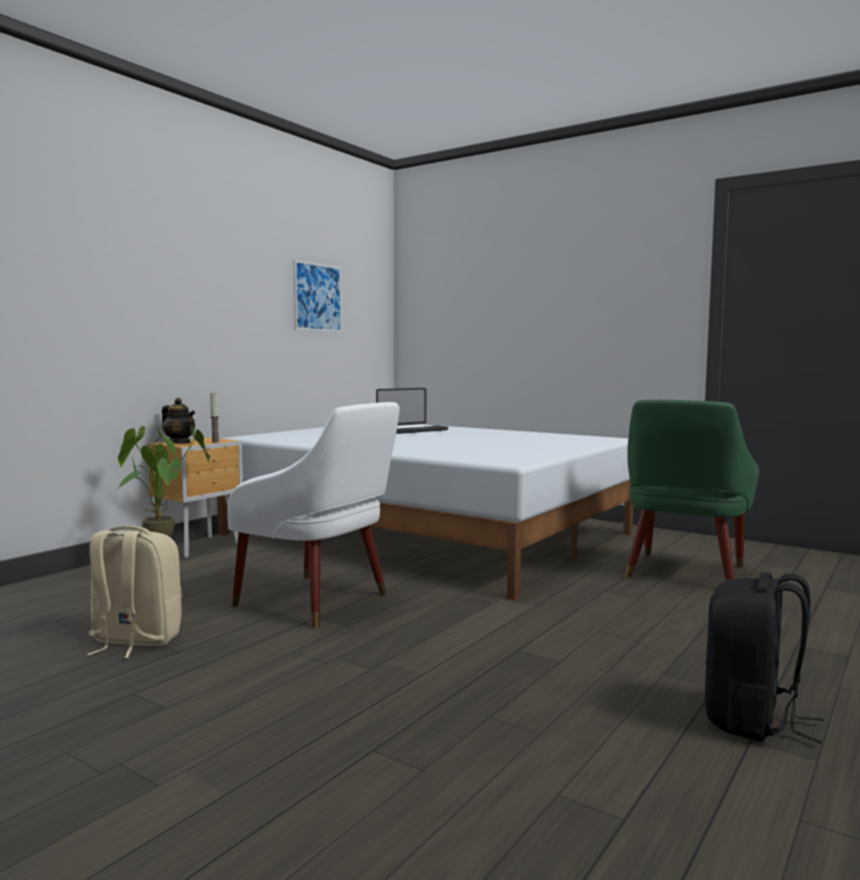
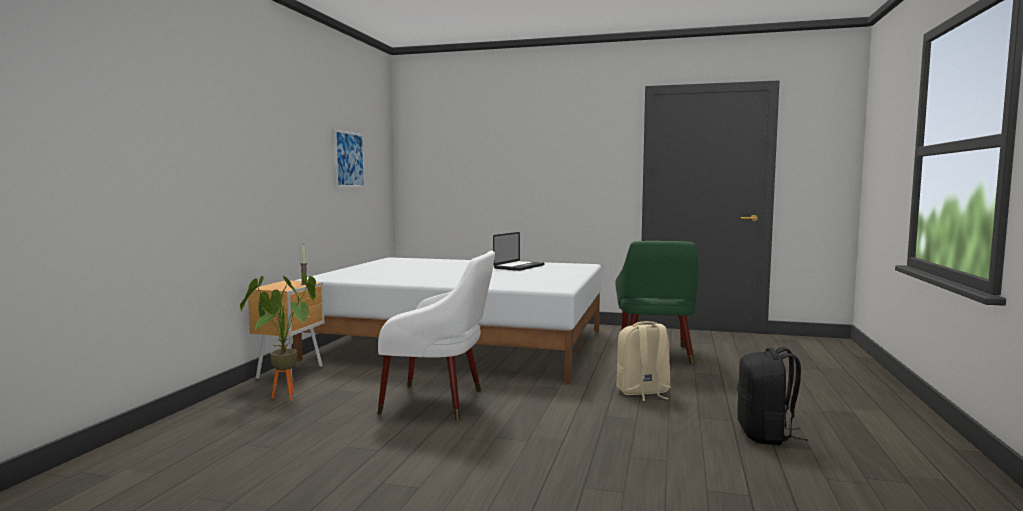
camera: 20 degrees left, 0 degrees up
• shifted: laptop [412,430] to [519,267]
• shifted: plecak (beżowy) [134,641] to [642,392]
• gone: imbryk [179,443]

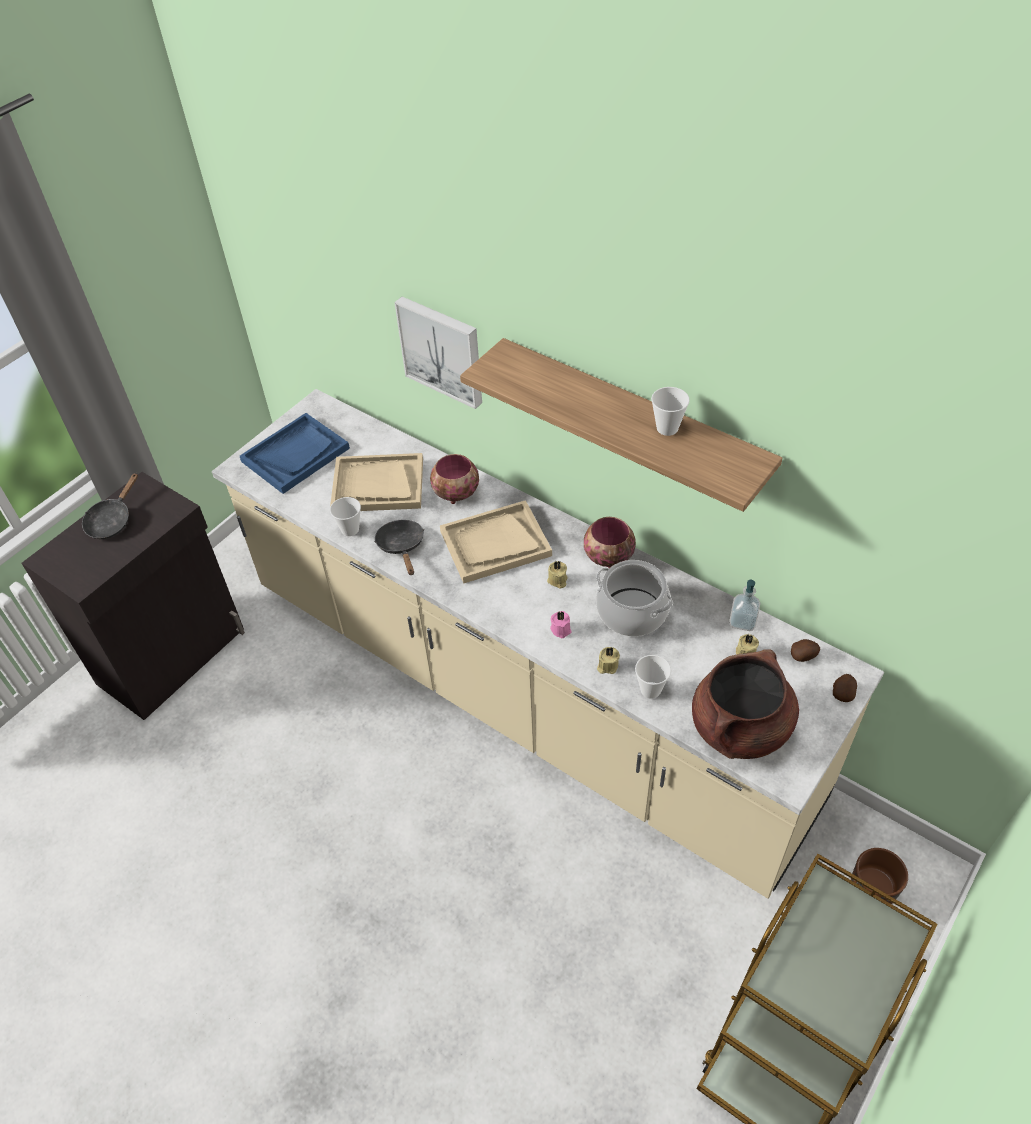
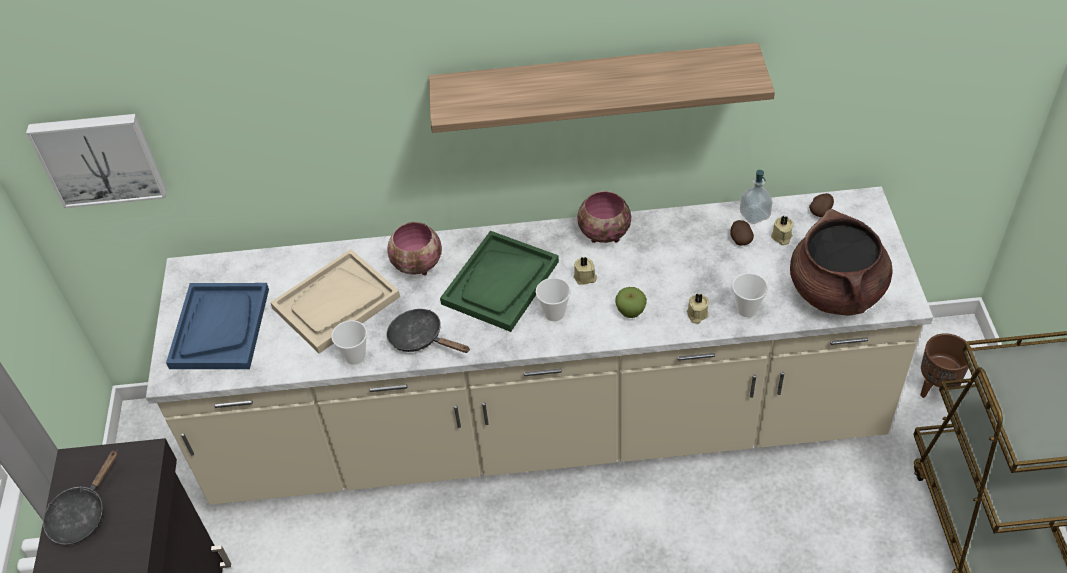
camera: 40 degrees left, 0 degrees up
• shifted: obraz [442,350] to [99,157]
• rotated: patelnia (czarny) [112,520] = [82,514] 45 degrees clockwise
• repainted: taca (beżowy) [495,544] to taca (zielony) [500,283]
• shifted: filiżanka [667,428] to [554,313]
• swapped: świeca (różowy) [561,629] to jabłko [630,312]
• shifted: ziemniak [843,693] to [740,239]
• gone: garnek [631,612]

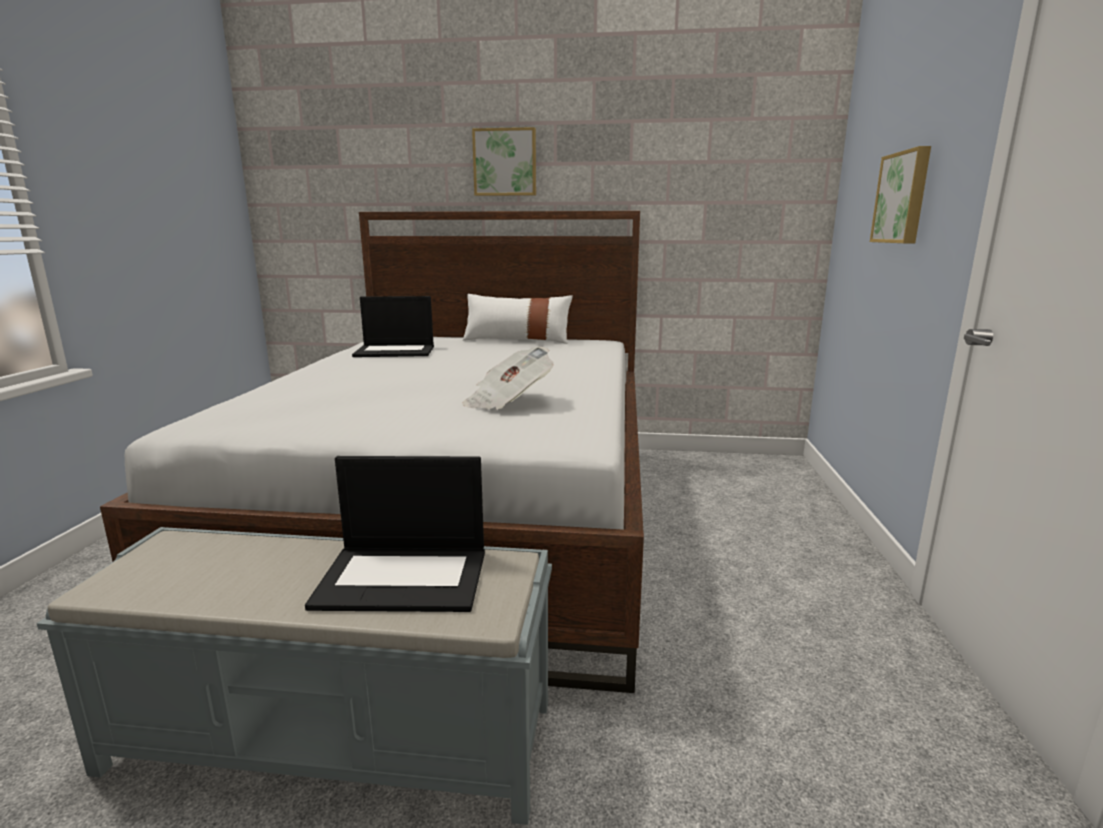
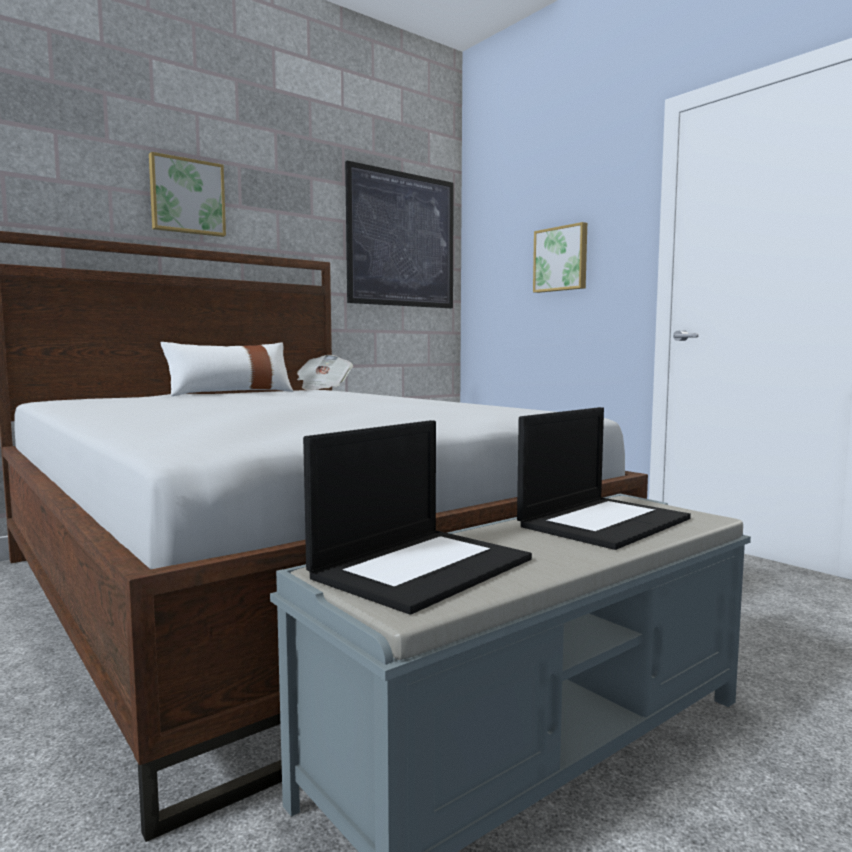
camera: 45 degrees left, 10 degrees down
• shifted: gazeta [508,402] to [323,388]
• shifted: laptop [396,351] to [422,567]
• new: obraz [401,240]

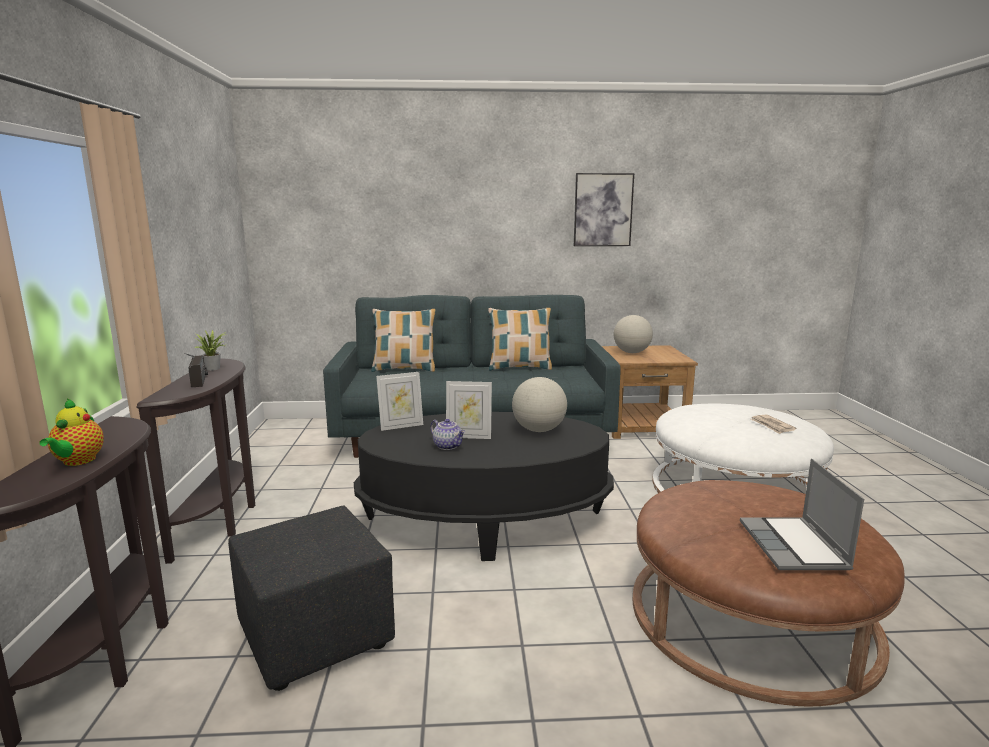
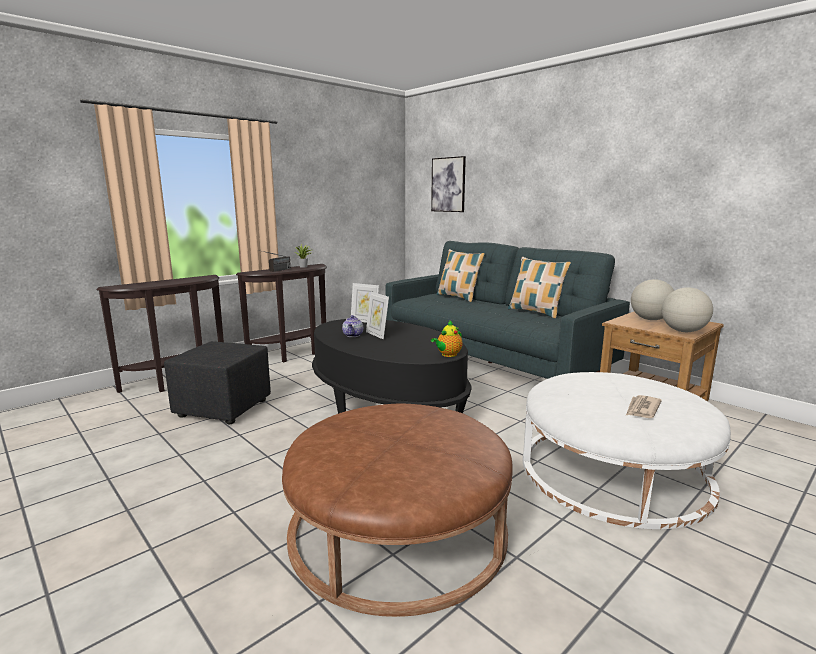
camera: 50 degrees right, 0 degrees up
• shifted: obraz [603,210] to [448,184]
• shifted: imbryk [77,461] to [448,355]
• shifted: globus [539,430] to [683,331]
• gone: laptop [794,546]

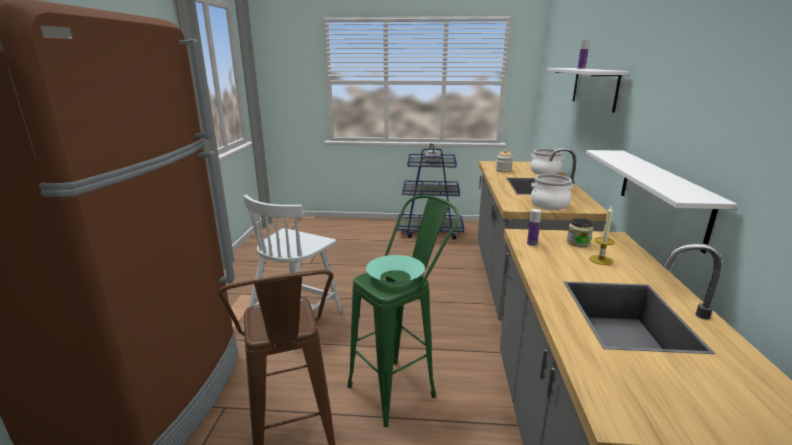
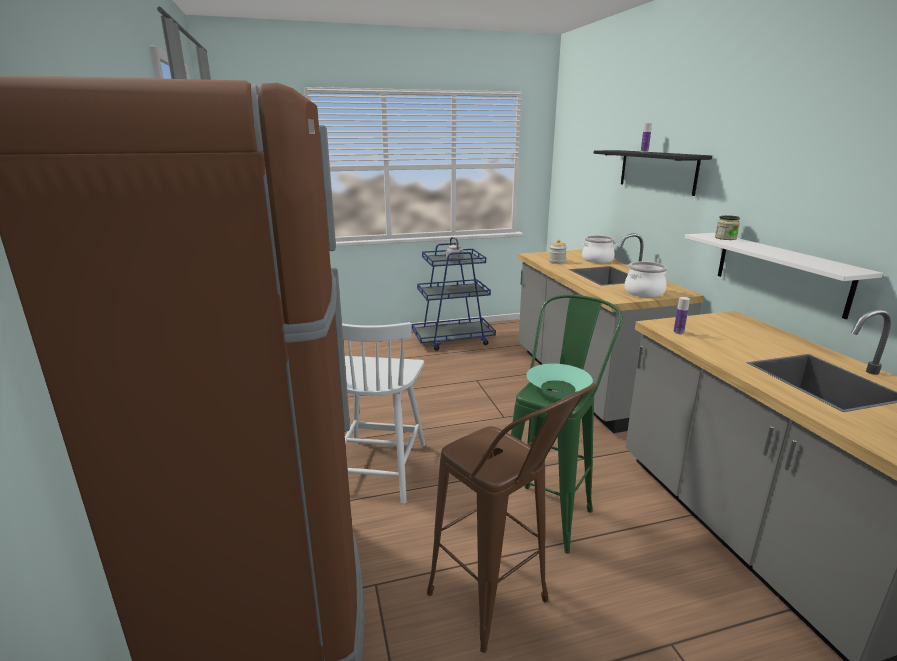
camera: 20 degrees left, 0 degrees up
• repainted: półka (biały) [594,87] to półka (czarny) [657,171]
• shifted: słoik [578,243] to [725,238]
• gone: świeca [600,260]

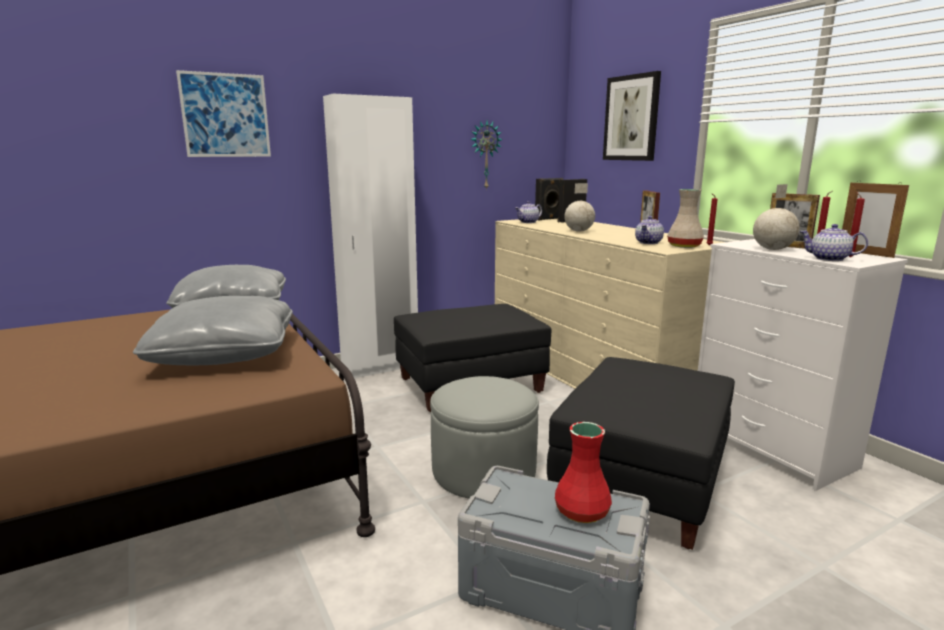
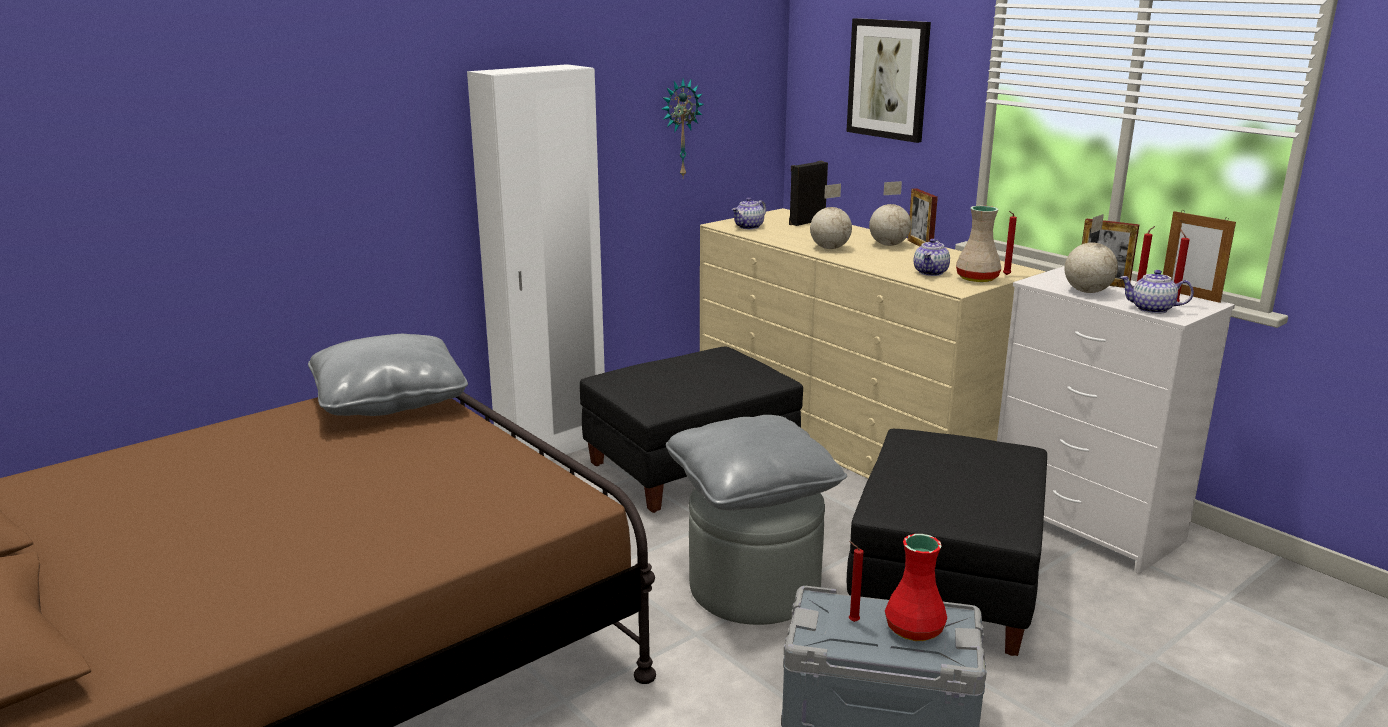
camera: 10 degrees left, 5 degrees up
• shifted: poduszka (szary) [225,354] to [752,487]
• new: świeca (czerwony) [852,621]
• new: globus [888,245]
• gone: obraz [225,115]
• gone: głośnik (czarny) [548,219]

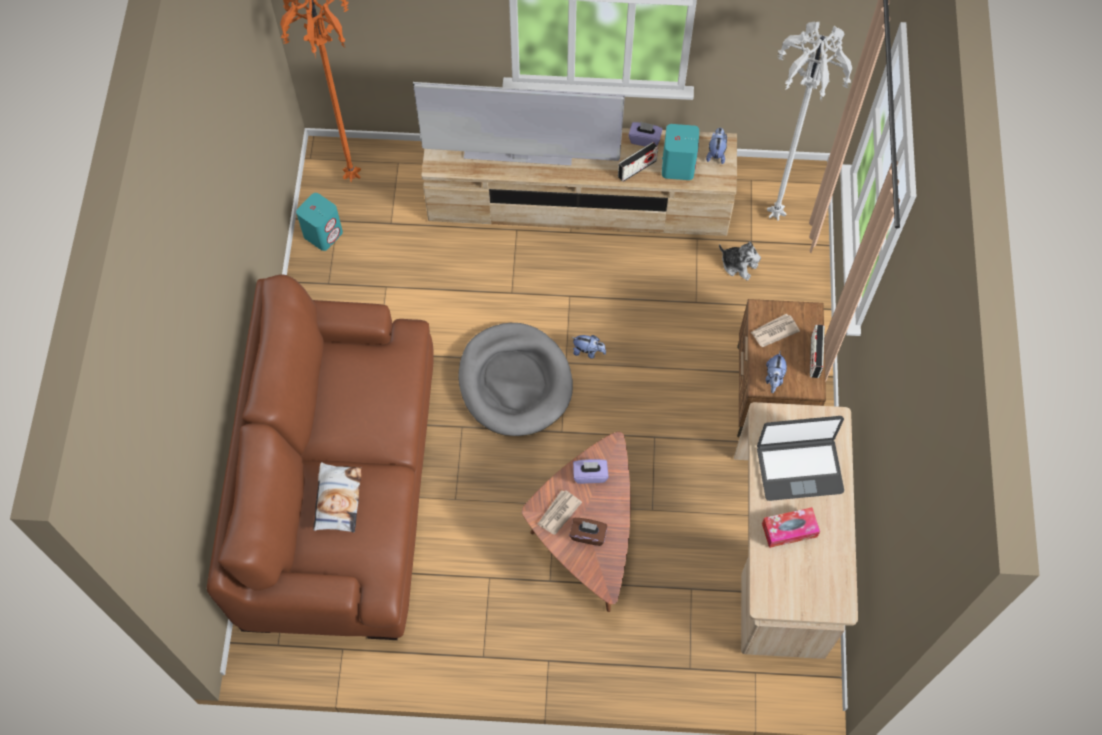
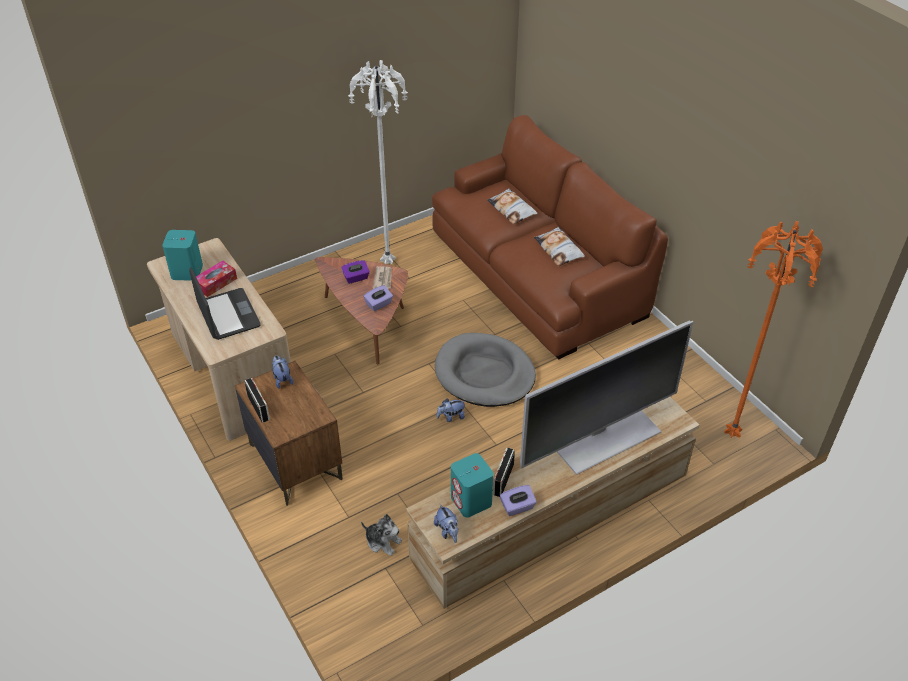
camera: 145 degrees right, 20 degrees down
• shifted: głośnik (turkusowy) [323,234] to [187,272]
• rotated: laptop [799,468] = [227,315] 105 degrees clockwise
• repainted: pudełko chusteczek (brązowy) [588,535] to pudełko chusteczek (fioletowy) [356,278]
• shifted: lampa stojąca (biały) [774,216] to [388,262]
• rotated: pluszak [738,265] = [383,541] 150 degrees counterclockwise
• new: poduszka [559,250]
• gone: gazeta [774,331]

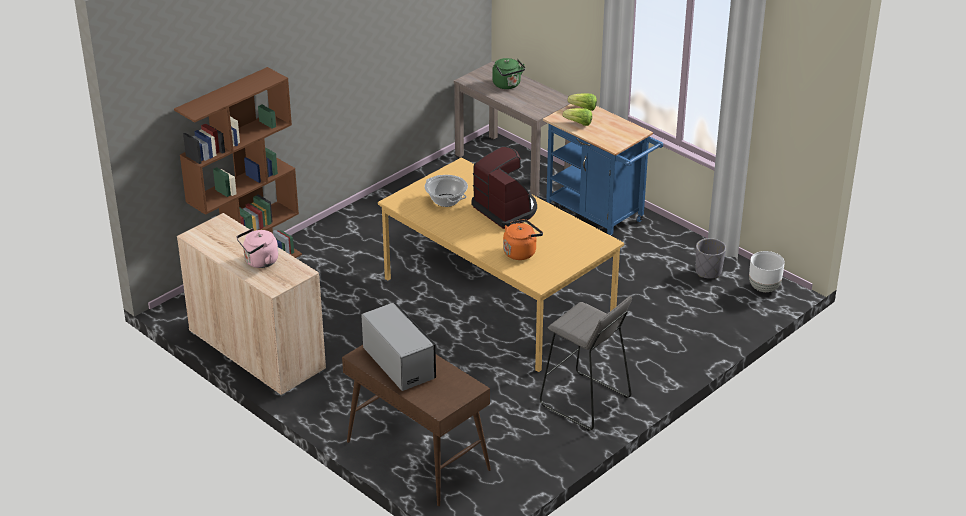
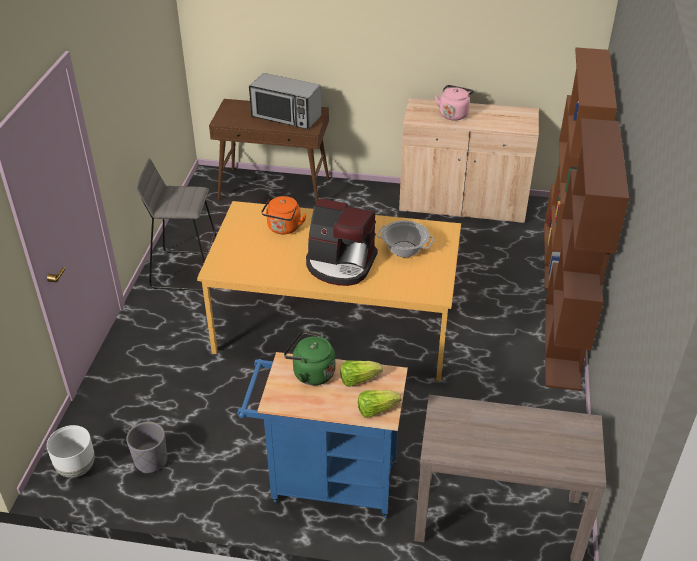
camera: 145 degrees right, 5 degrees up
• shifted: czajnik (zielony) [508,85] to [311,373]
• new: regał (brązowy) [563,345]

